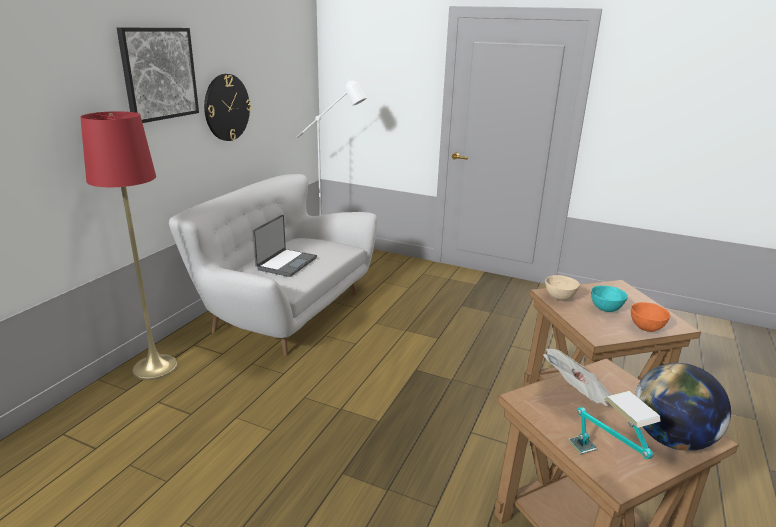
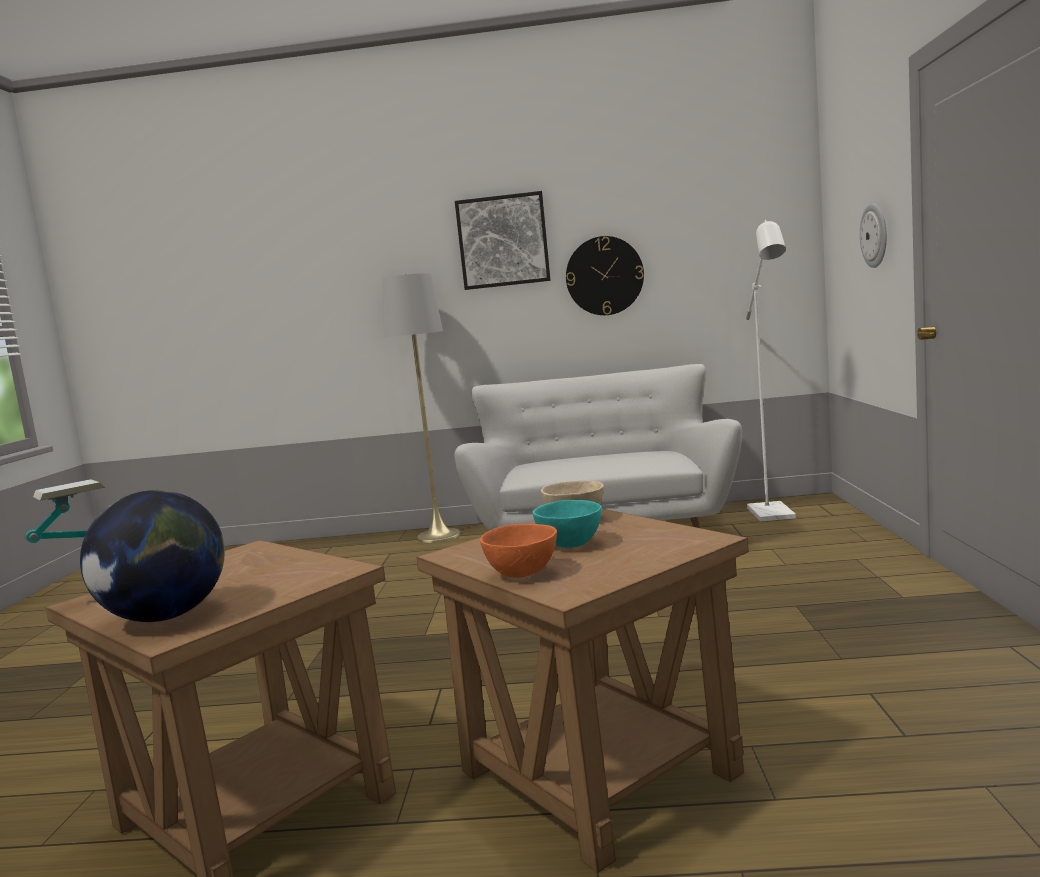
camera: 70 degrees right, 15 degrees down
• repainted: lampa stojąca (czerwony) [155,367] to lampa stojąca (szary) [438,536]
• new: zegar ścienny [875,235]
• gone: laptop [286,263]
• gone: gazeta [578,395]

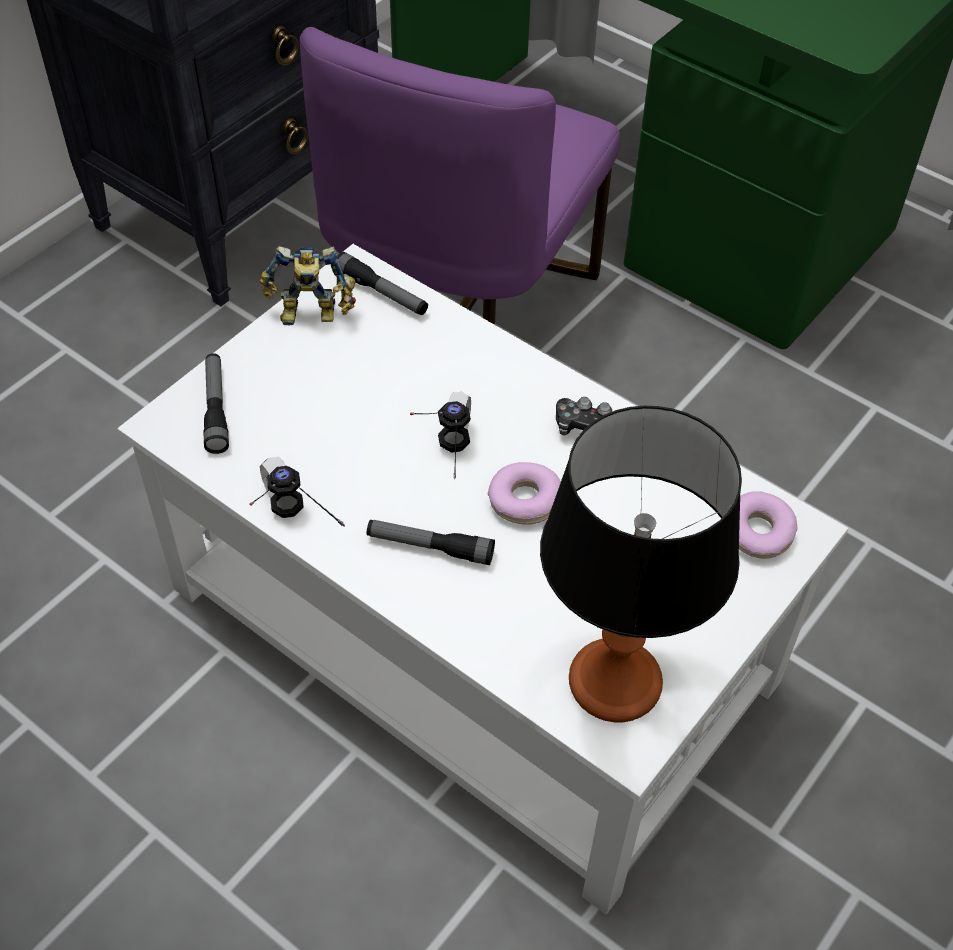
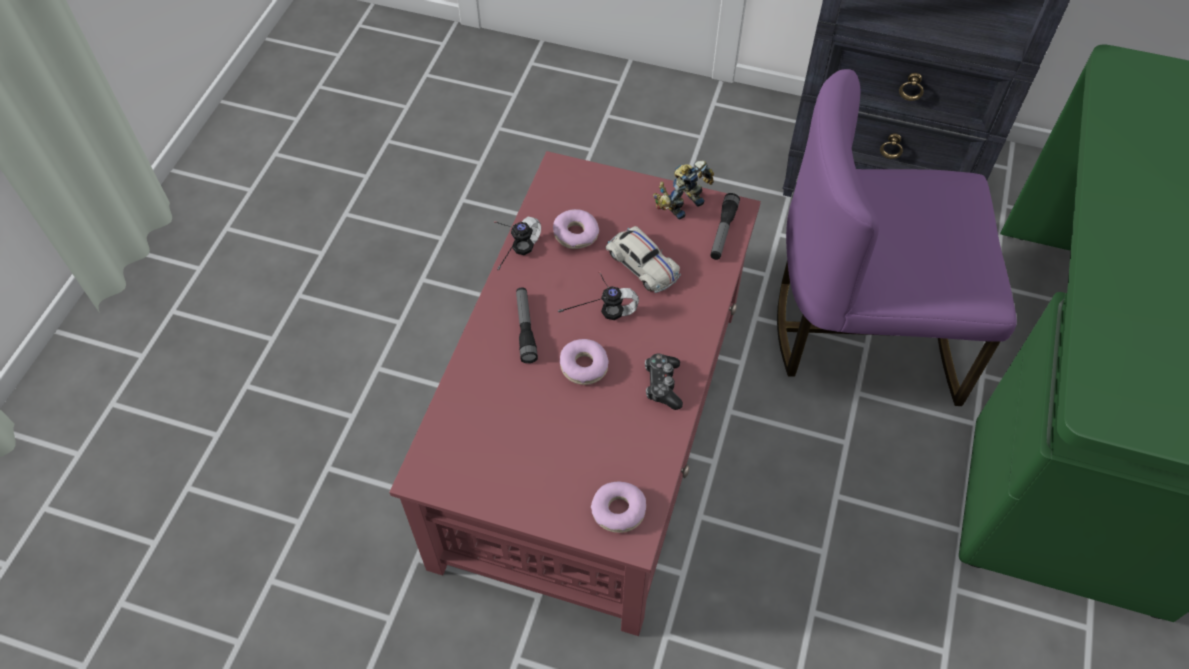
camera: 70 degrees right, 5 degrees up
• repainted: ława (biały) [469,632] to ława (czerwony) [593,428]
• new: donut [576,234]
• new: samochodzik (biały) [642,265]
• rotated: robot zabawkowy [310,316] = [681,203] 75 degrees clockwise
• gone: latarka [216,408]
• gone: lampa stołowa [616,682]

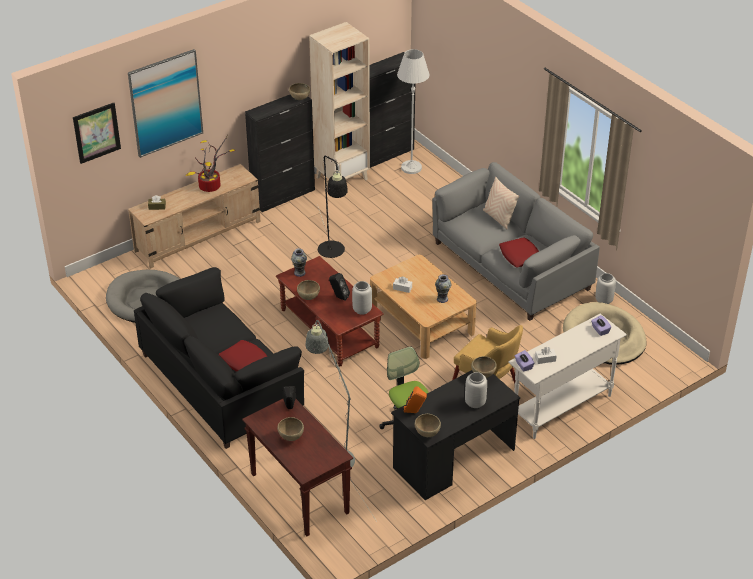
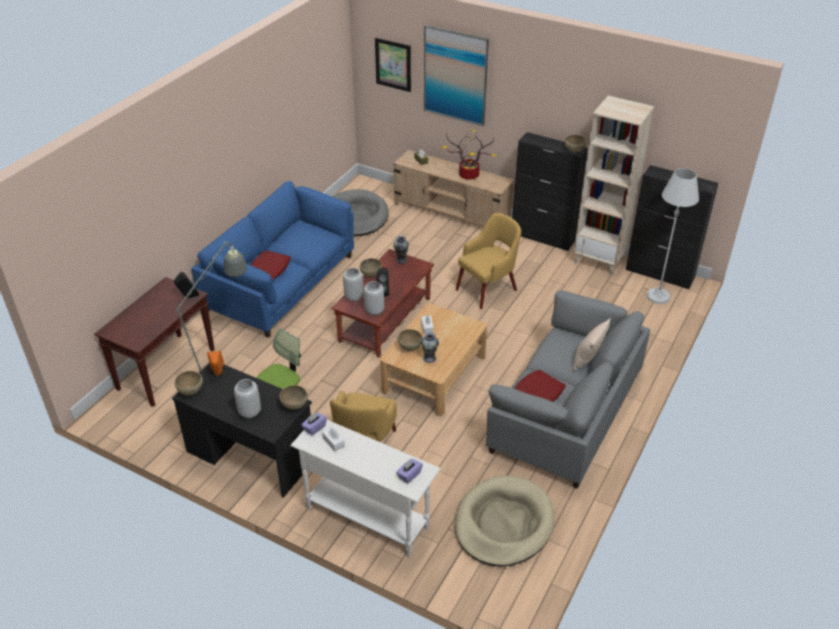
camera: 65 degrees right, 0 degrees up
• repainted: kanapa (czarny) [221,382] to kanapa (niebieski) [281,283]
• shifted: wazon (szary) [604,300] to [353,297]
• shifted: miska (brązowy) [291,437] to [409,348]
• swapped: lampa stojąca (czarny) [332,253] to fotel (żółty) [488,289]

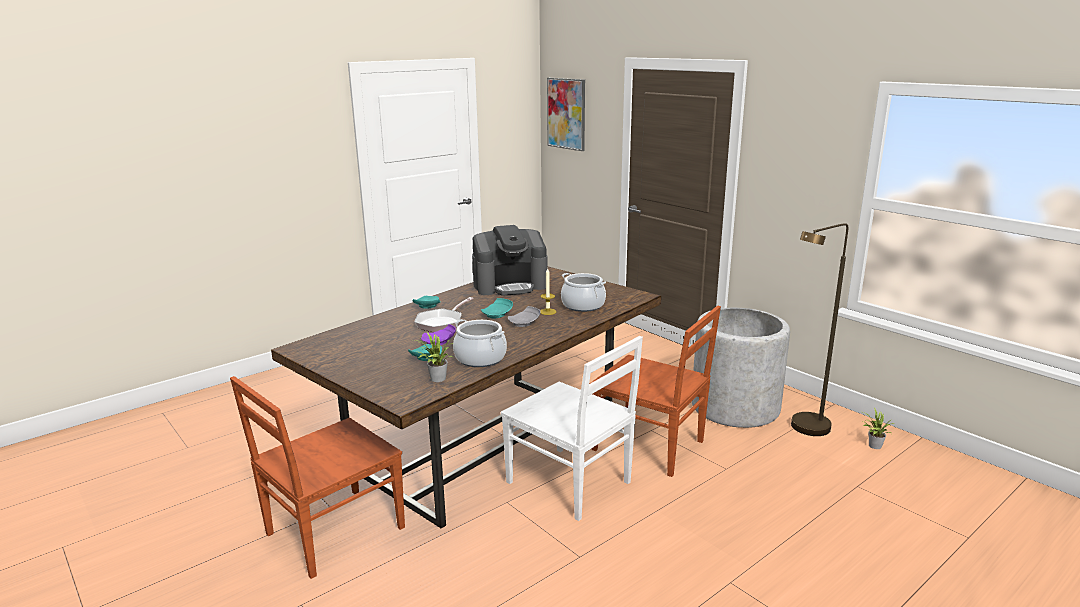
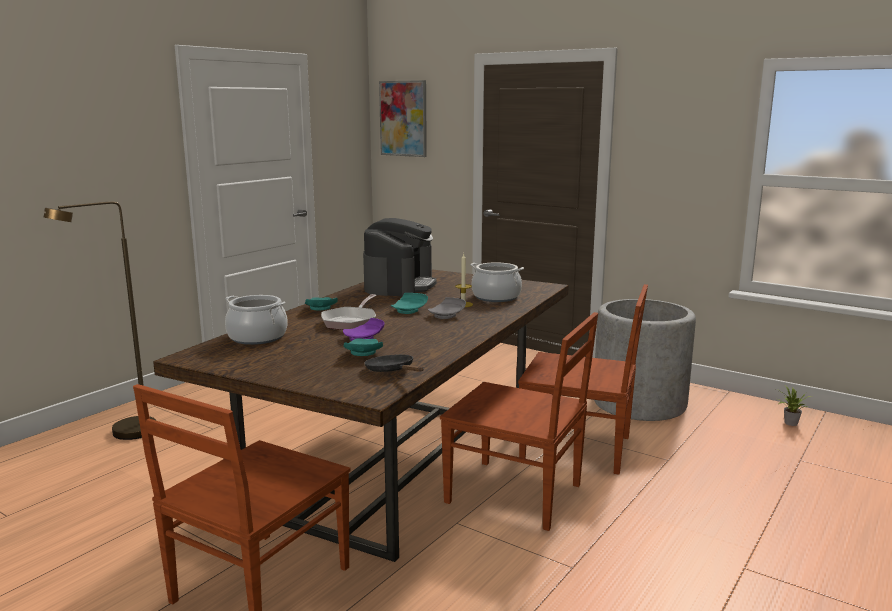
camera: 15 degrees left, 5 degrees down
• shifted: lampa stojąca (brązowy) [805,430] to [124,435]
• shifted: garnek [480,358] to [257,337]
• rotated: ekspres do kawy [510,285] = [399,285] 45 degrees counterclockwise
• swapped: roślina doniczkowa [436,379] to patelnia (czarny) [392,371]
• repainted: krzesło (biały) [570,484] to krzesło (brązowy) [517,495]

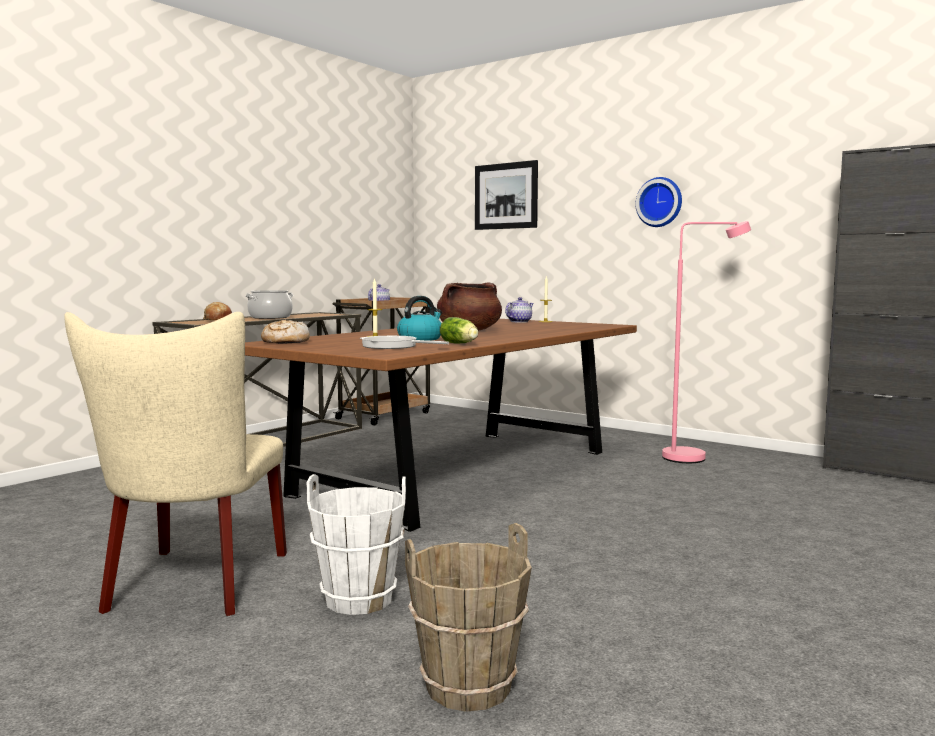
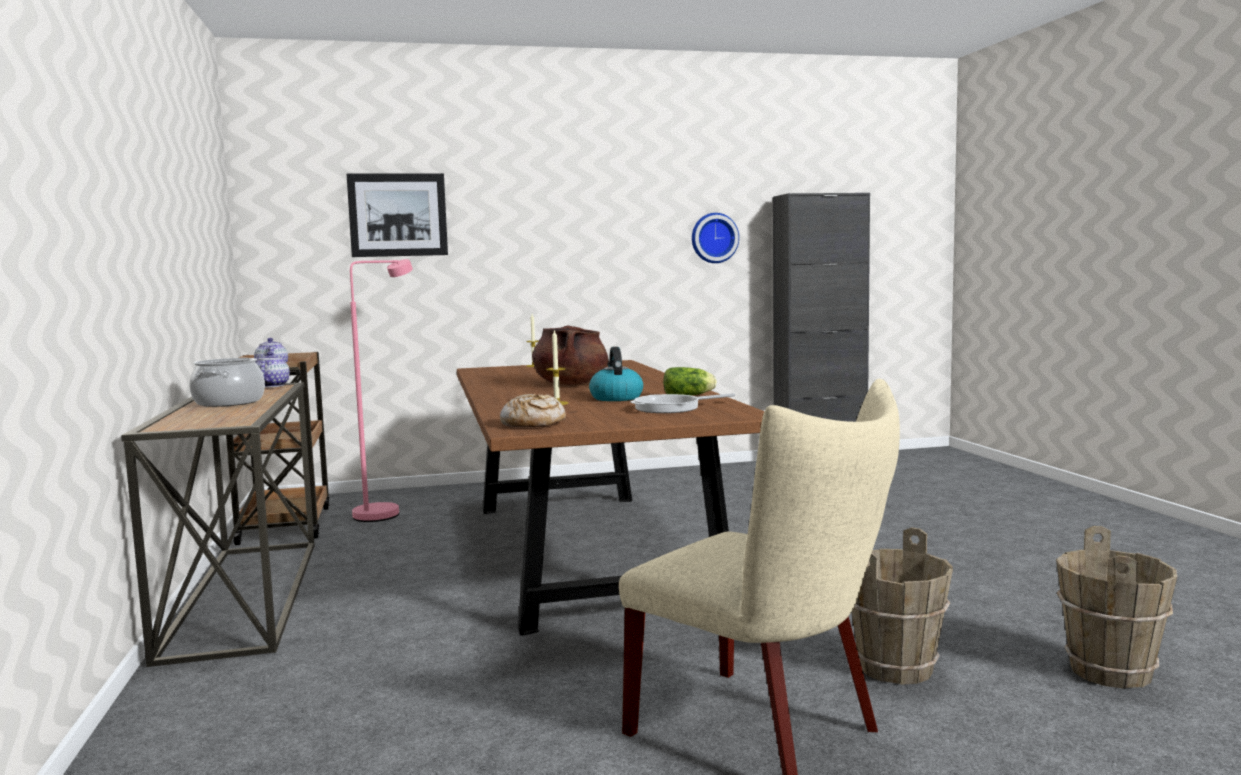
camera: 50 degrees left, 0 degrees up
• shifted: imbryk [519,322] to [271,386]
• shifted: lampa stojąca (różowy) [695,457] to [386,512]
• shifted: zegar ścienny [660,202] to [713,238]
• repainted: wiadro (biały) [358,600] to wiadro (brązowy) [896,668]
• gone: chleb [217,319]

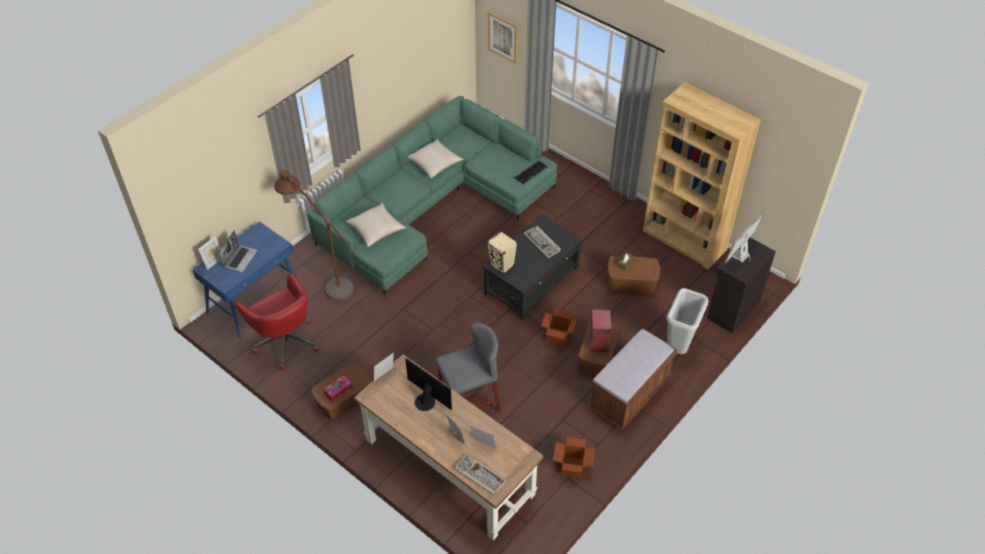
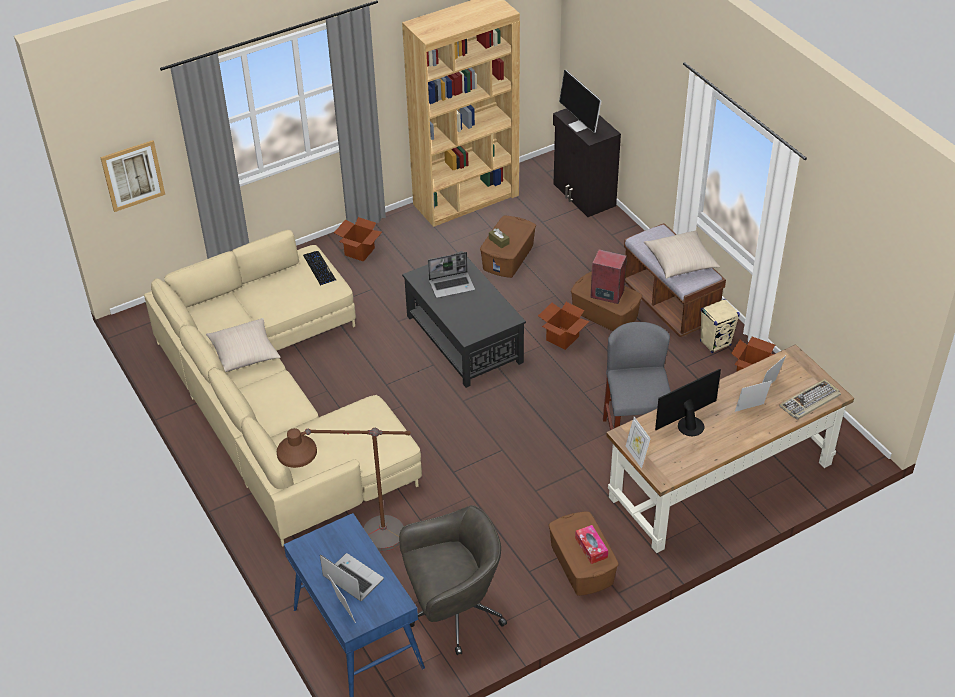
camera: 70 degrees left, 5 degrees down
• repainted: kanapa (zielony) [432,205] to kanapa (beżowy) [279,401]
• new: karton [359,251]
• repainted: krzesło biurowe (czerwony) [285,341] to krzesło biurowe (szary) [453,612]
• swapped: klawiatura [542,243] to laptop [452,285]
• shifted: poduszka (beżowy) [376,230] to [680,262]
• shifted: głośnik (beżowy) [502,265] to [715,343]
• gone: kosz na śmieci (szary) [679,347]

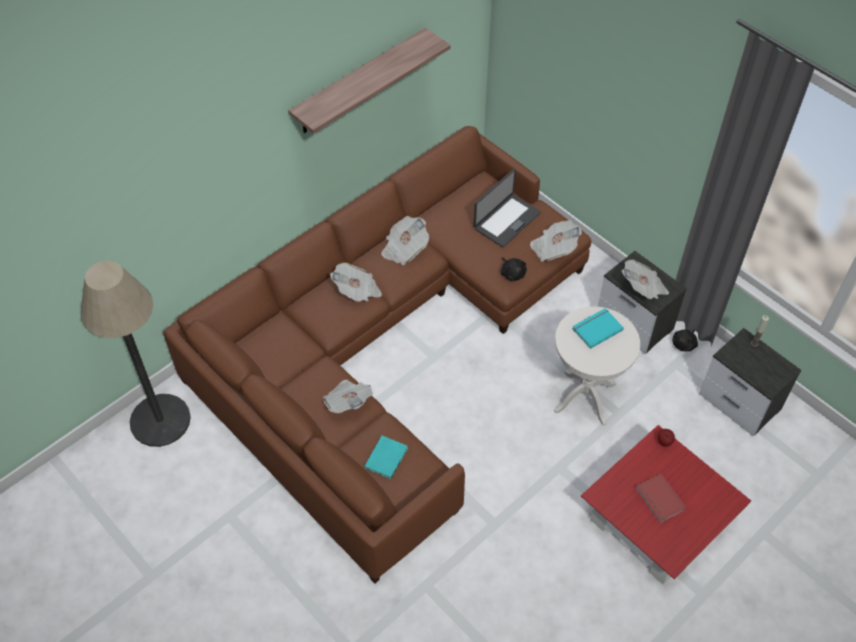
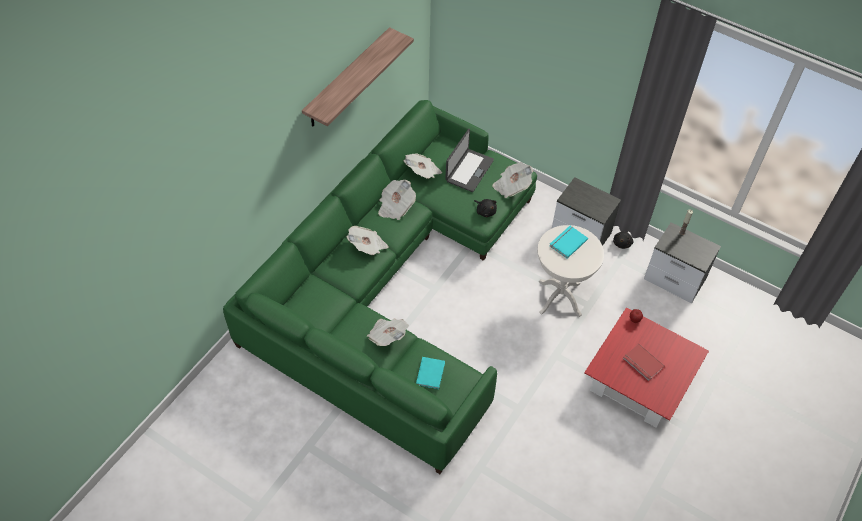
camera: 15 degrees left, 0 degrees up
• repainted: kanapa (brązowy) [383,345] to kanapa (zielony) [392,286]
• shifted: gazeta [643,288] to [422,172]
• gone: lampa stojąca [160,420]

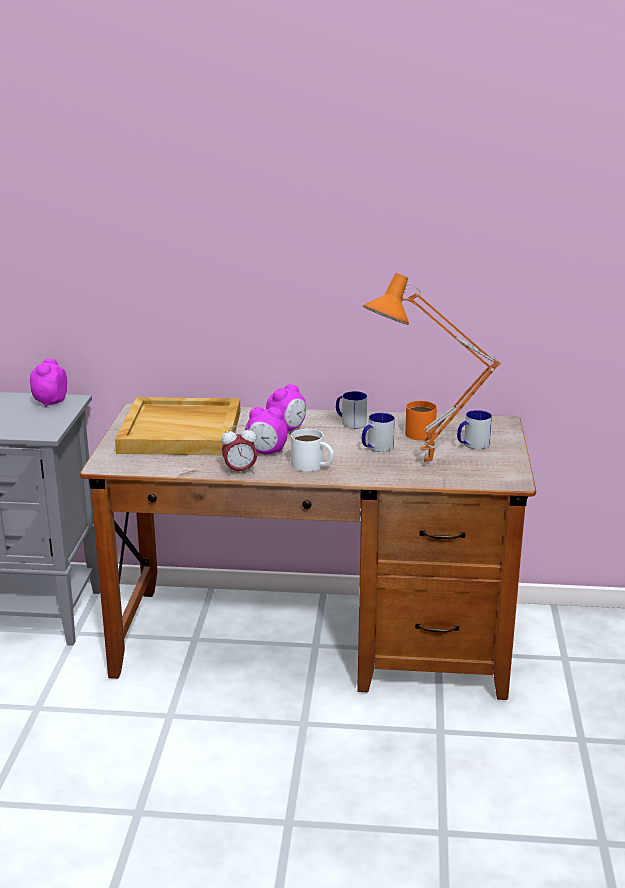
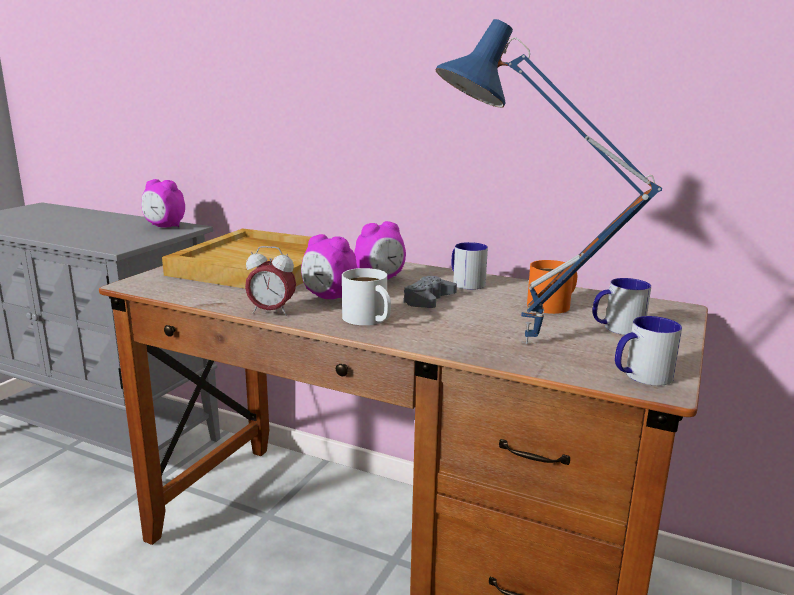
camera: 20 degrees right, 5 degrees down
• rotated: budzik [50,402] = [165,226] 105 degrees counterclockwise
• new: pad do gier (szary) [428,300]
• repainted: lampa stołowa (pomarańczowy) [427,467] to lampa stołowa (niebieski) [529,346]
• shifted: kubek [376,448] to [641,376]

